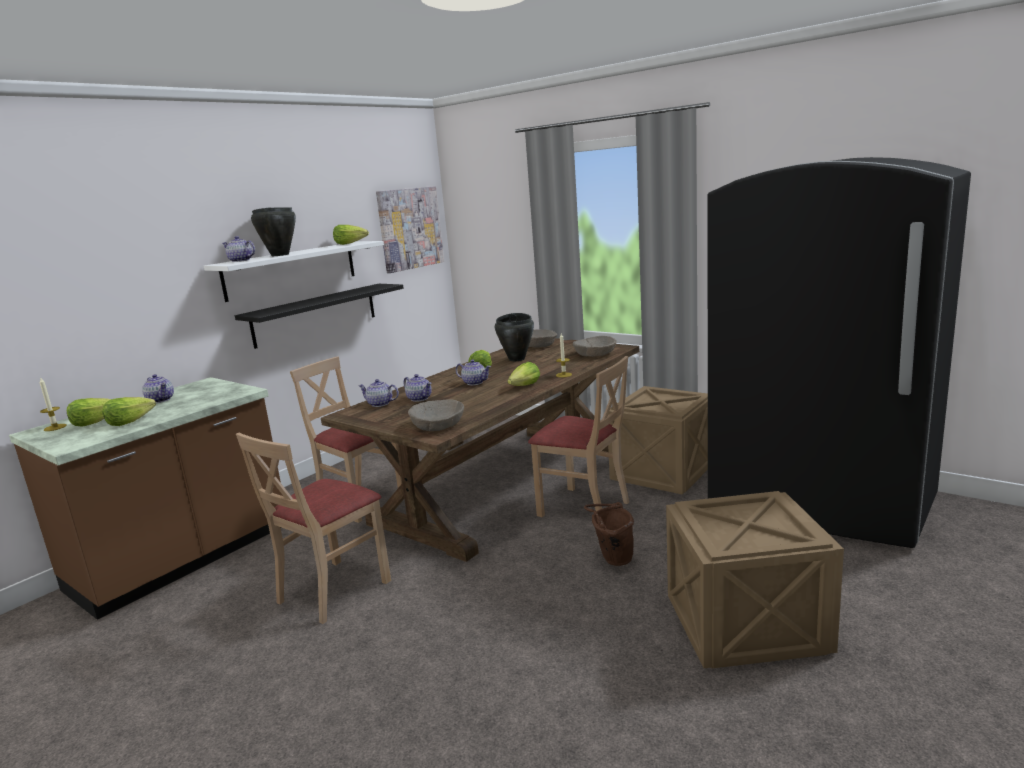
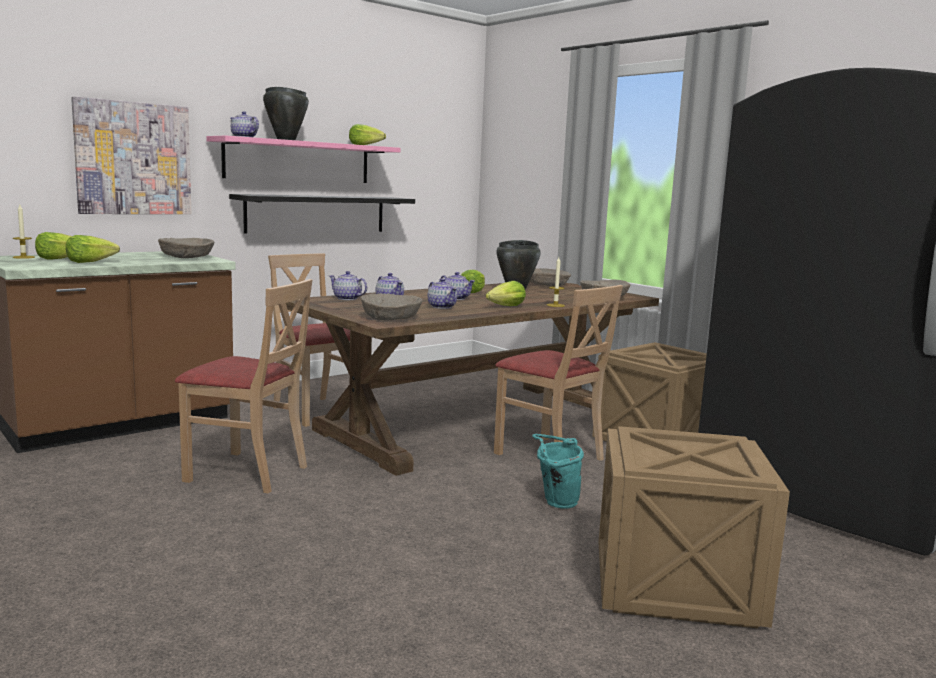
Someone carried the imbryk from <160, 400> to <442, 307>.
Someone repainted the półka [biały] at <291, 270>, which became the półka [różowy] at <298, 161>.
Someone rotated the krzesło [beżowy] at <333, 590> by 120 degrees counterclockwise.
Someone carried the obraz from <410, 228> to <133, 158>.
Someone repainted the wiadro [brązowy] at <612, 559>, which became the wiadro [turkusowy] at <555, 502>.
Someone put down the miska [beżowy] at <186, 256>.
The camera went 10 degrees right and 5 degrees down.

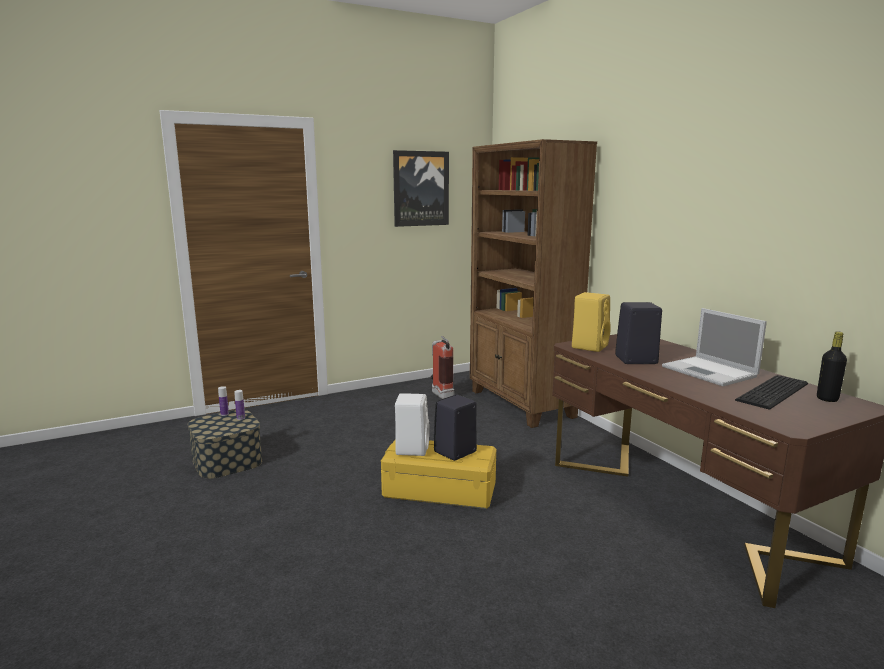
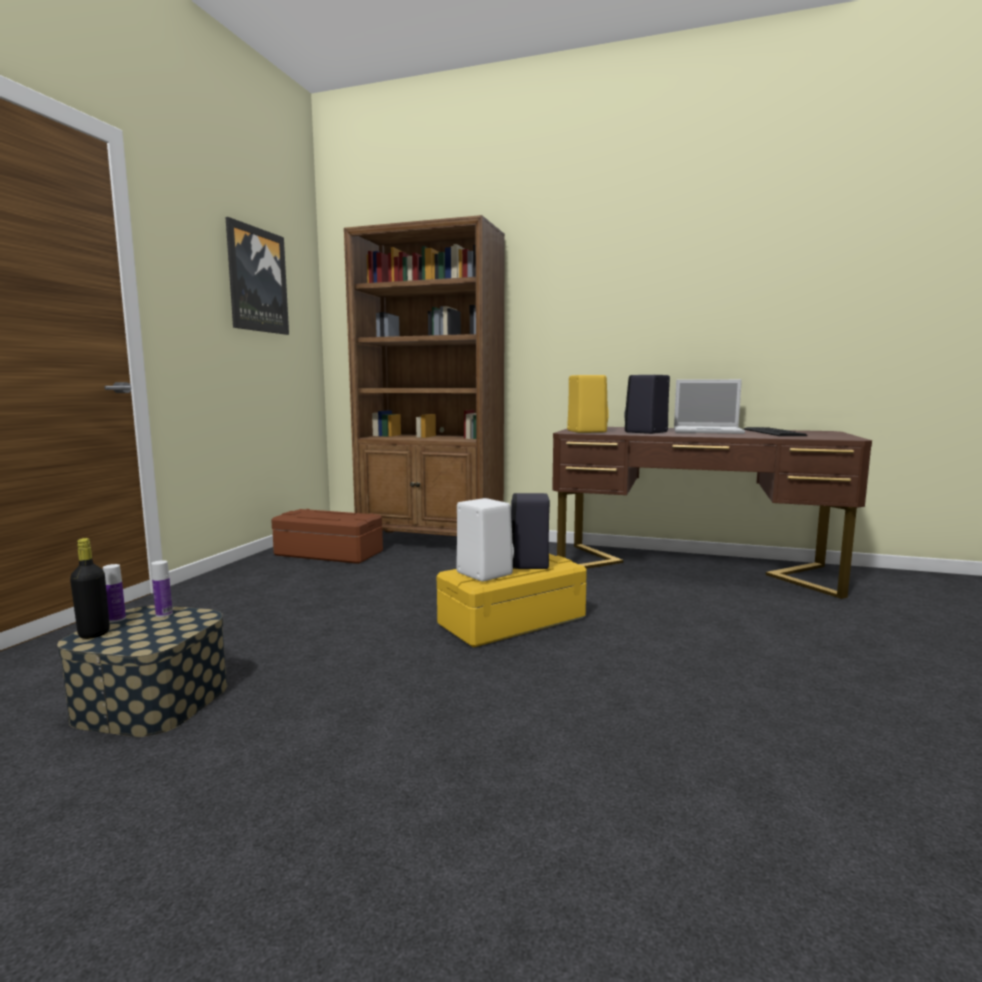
Someone swapped the gaśnica at <440, 394> for the pojemnik do przechowywania [brązowy] at <327, 553>.
Someone carried the butelka [czarny] from <827, 399> to <94, 633>.
The camera went 45 degrees left and 5 degrees down.

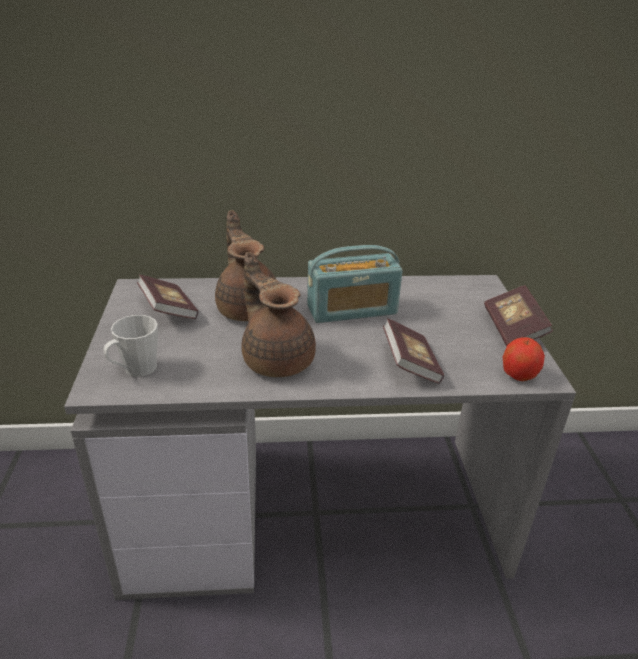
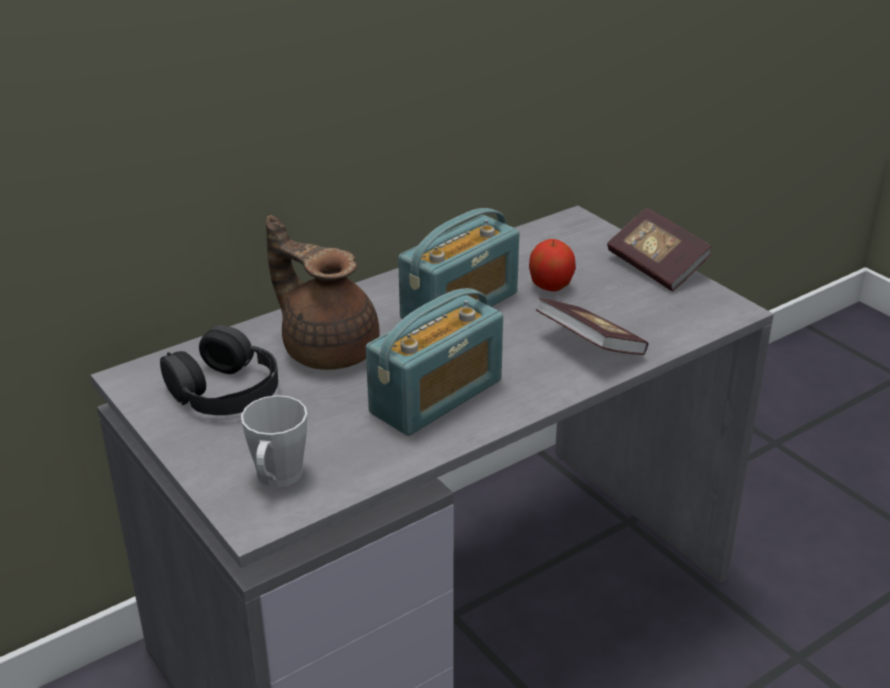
Someone swapped the książka at <168, 310> for the słuchawki [czarny] at <224, 389>.
Someone swapped the imbryk [brązowy] at <277, 359> for the radio at <436, 397>.
Someone carried the jabłko from <519, 375> to <551, 286>.
The camera went 30 degrees left and 0 degrees up.

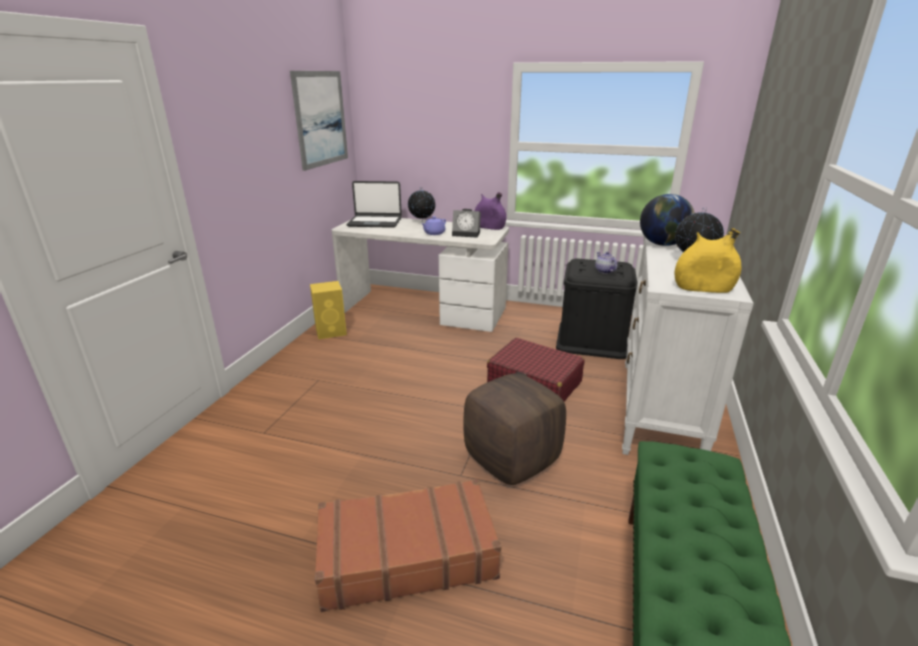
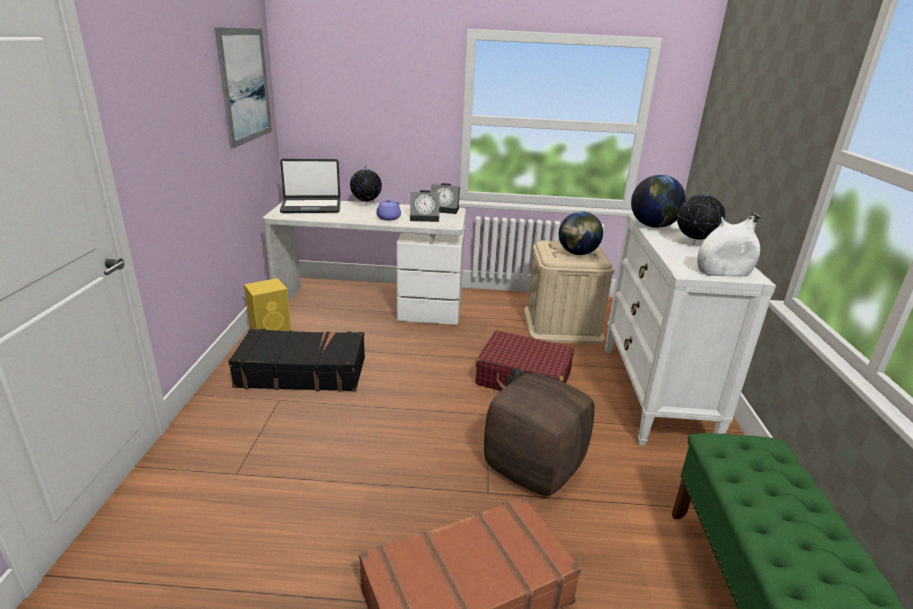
Someone swapped the wazon [fioletowy] at <489, 227> for the budzik at <445, 210>.
Someone repainted the pojemnik do przechowywania [czarny] at <592, 339>, which became the pojemnik do przechowywania [beżowy] at <562, 325>.
Someone swapped the imbryk at <604, 271> for the globus at <577, 253>.
Someone repainted the wazon [żółty] at <703, 288>, which became the wazon [biały] at <723, 273>.
Someone put down the walizka [czarny] at <302, 372>.
The camera went 15 degrees left and 0 degrees up.

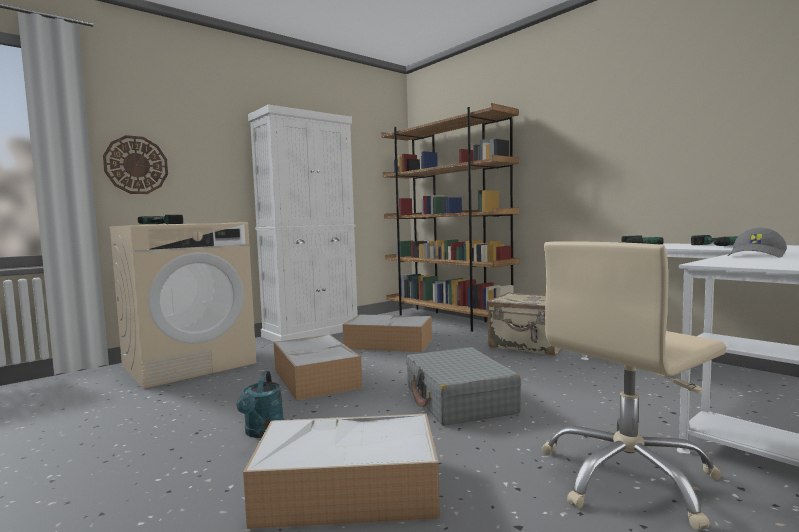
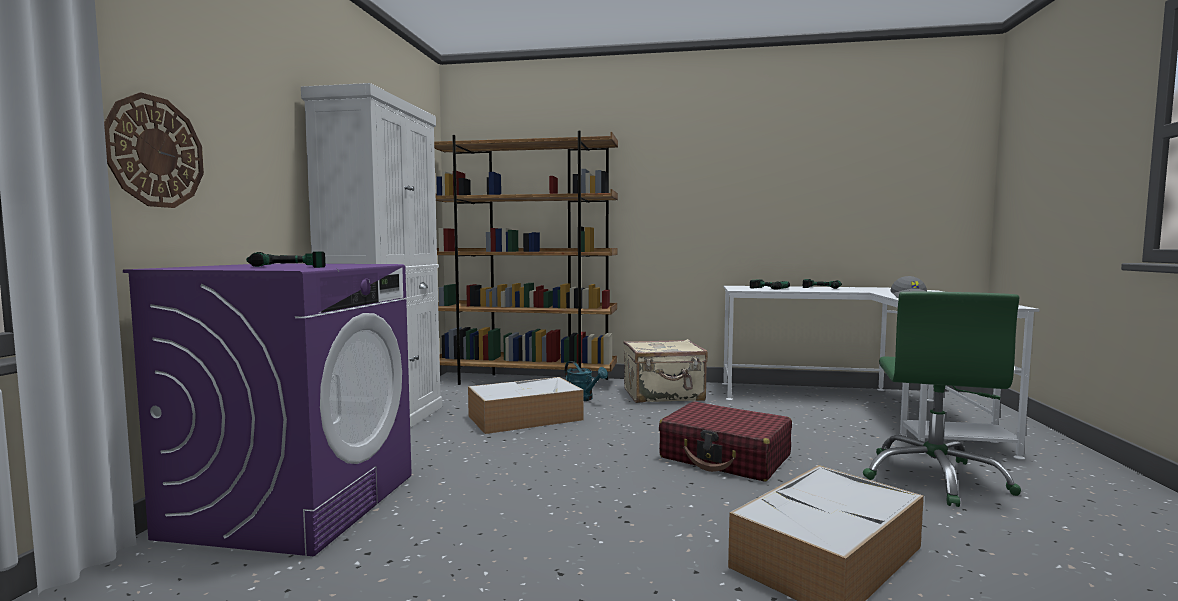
Someone repainted the pralka [beżowy] at <189, 364>, which became the pralka [fioletowy] at <296, 503>.
Someone carried the konewka [turkusowy] from <263, 432> to <583, 399>.
Someone took away the pojemnik do przechowywania at <316, 378>.
Someone repainted the walizka [szary] at <459, 400>, which became the walizka [czerwony] at <725, 457>.
Someone repainted the krzesło biurowe [beżowy] at <628, 477>, which became the krzesło biurowe [zielony] at <934, 478>.
The camera went 40 degrees left and 0 degrees up.

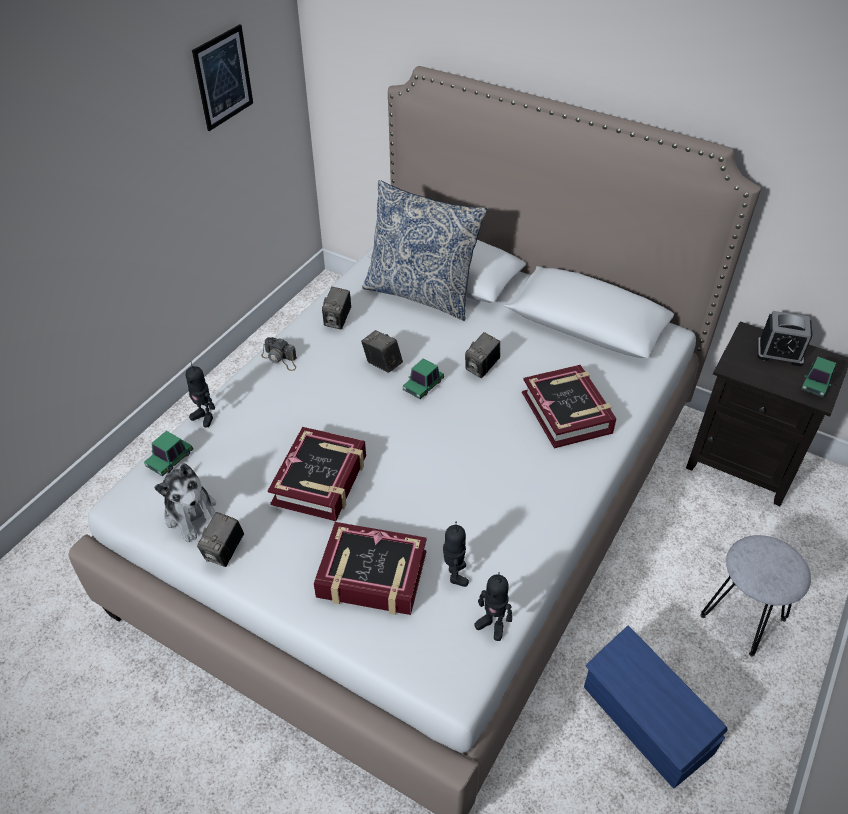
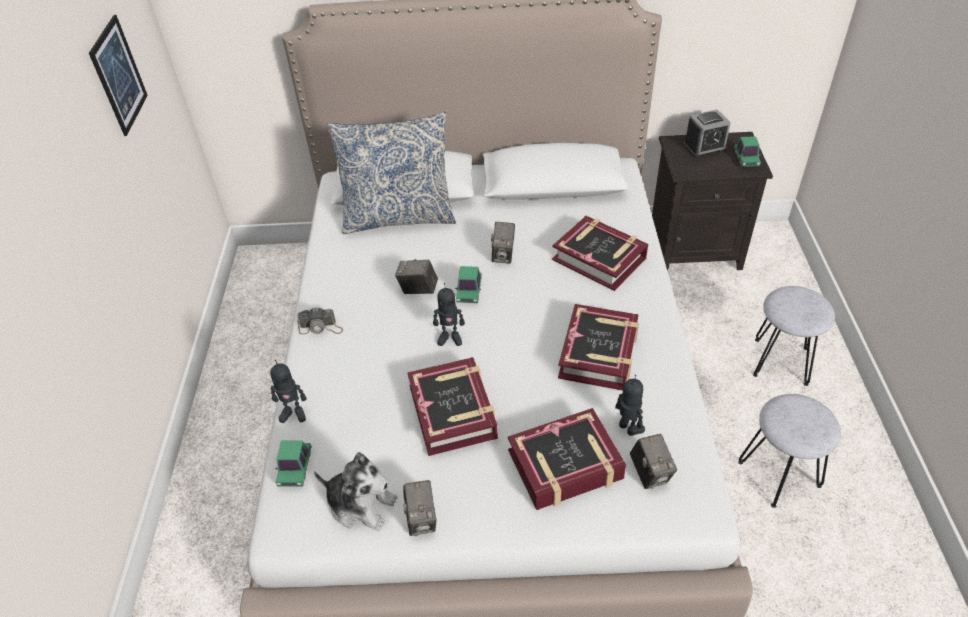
Someone carried the aparat fotograficzny from <338, 320> to <650, 473>.
Someone carried the robot zabawkowy from <492, 625> to <450, 338>.
Someone swapped the pojemnik do przechowywania [niebieski] at <646, 722> for the stołek [szary] at <779, 473>.
Someone put down the książka at <599, 353>.
The camera went 30 degrees left and 0 degrees up.

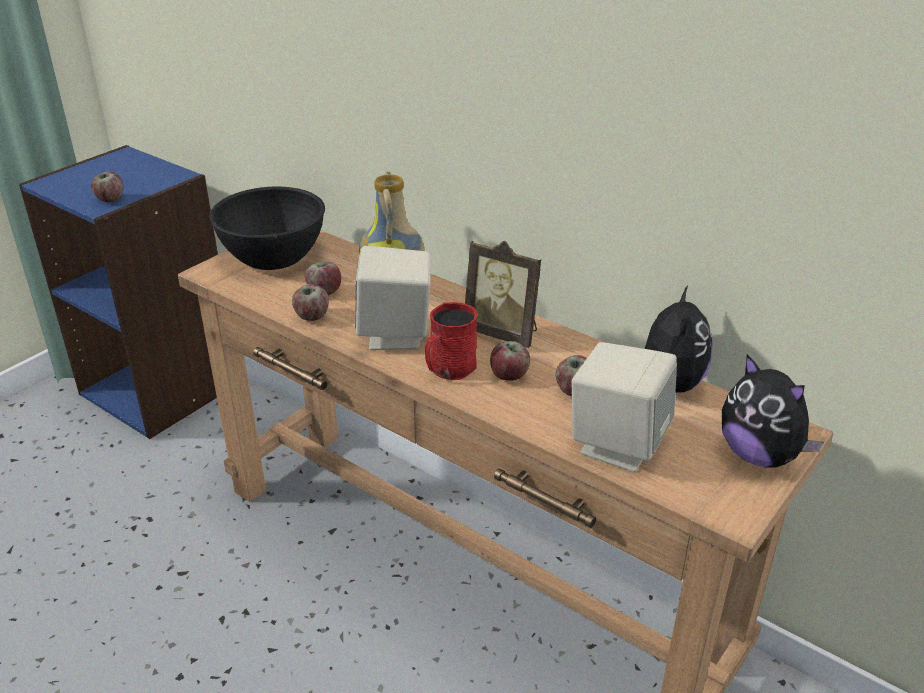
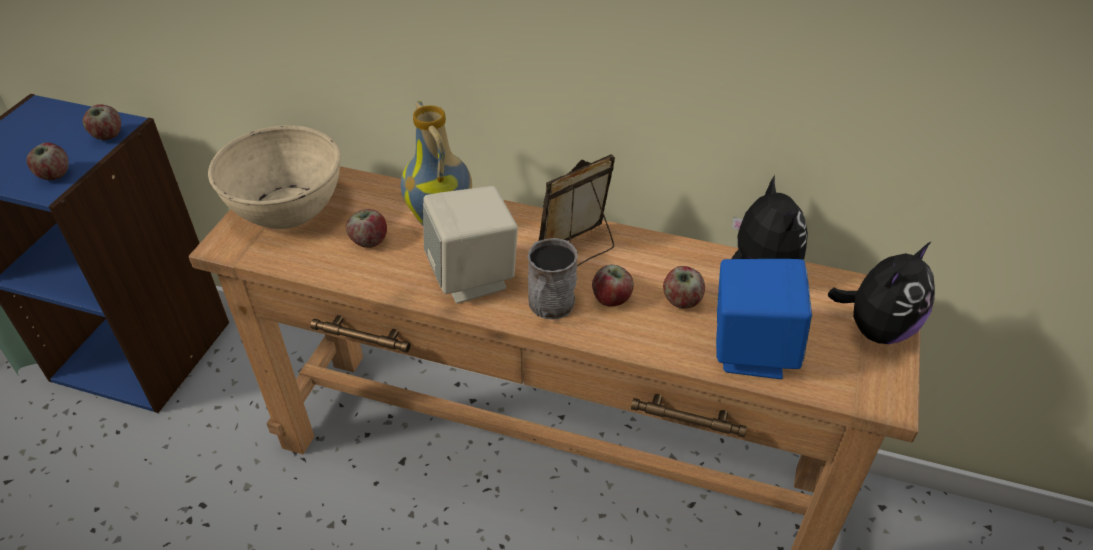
Someone repainted the miska [czarny] at <273, 255>, which became the miska [beżowy] at <287, 207>.
Someone carried the jabłko from <312, 316> to <108, 135>.
Someone repainted the kubek [czerwony] at <448, 369>, which became the kubek [szary] at <549, 307>.
Someone rotated the ramka na zdjęcie at <503, 333> by 135 degrees clockwise.
Someone repainted the głośnik [beżowy] at <617, 443>, which became the głośnik [niebieski] at <750, 350>.
Someone rotated the pluszak at <760, 455> by 75 degrees counterclockwise.
The camera went 20 degrees left and 10 degrees up.

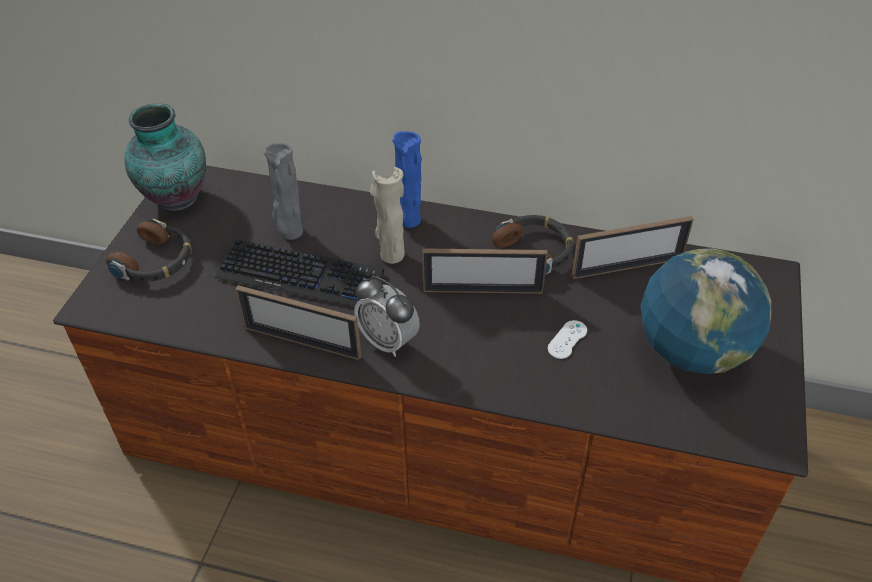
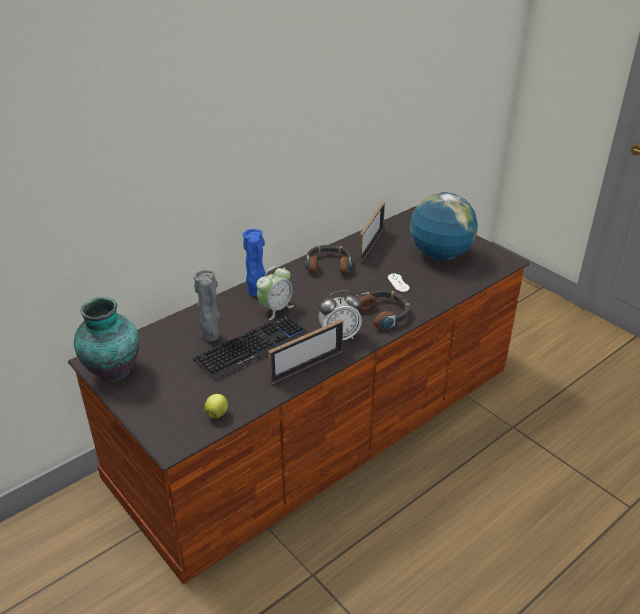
Someone carried the słuchawki from <156, 261> to <384, 313>.
Someone swapped the wazon [beżowy] at <391, 255> for the budzik at <275, 309>.
Someone took away the ramka na zdjęcie at <482, 291>.
Someone put down the jabłko at <217, 414>.
The camera went 55 degrees left and 10 degrees down.

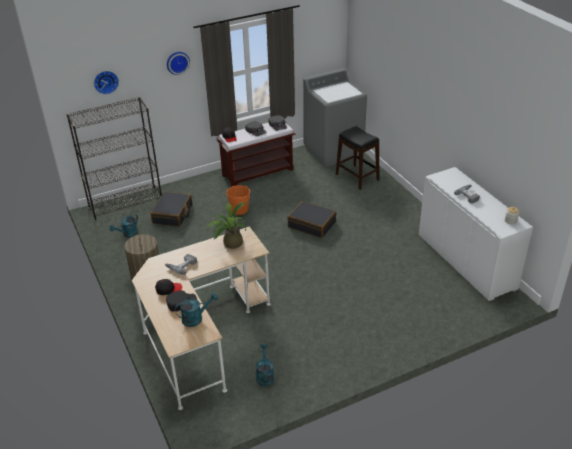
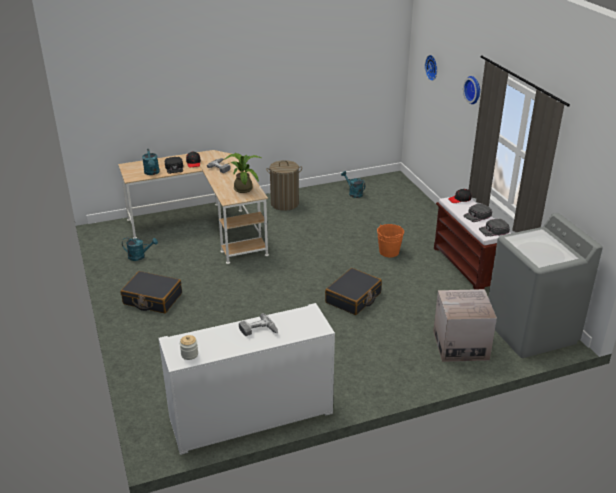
Someone took away the regał [czarny] at <126, 203>.
Someone carried the walizka [czarny] from <173, 214> to <152, 299>.
Someone swapped the stołek [czarny] at <357, 177> for the karton at <460, 345>.
The camera went 95 degrees right and 5 degrees down.

